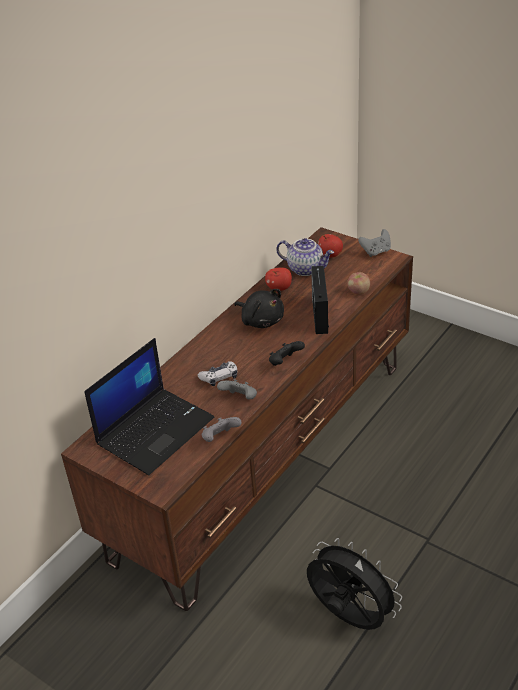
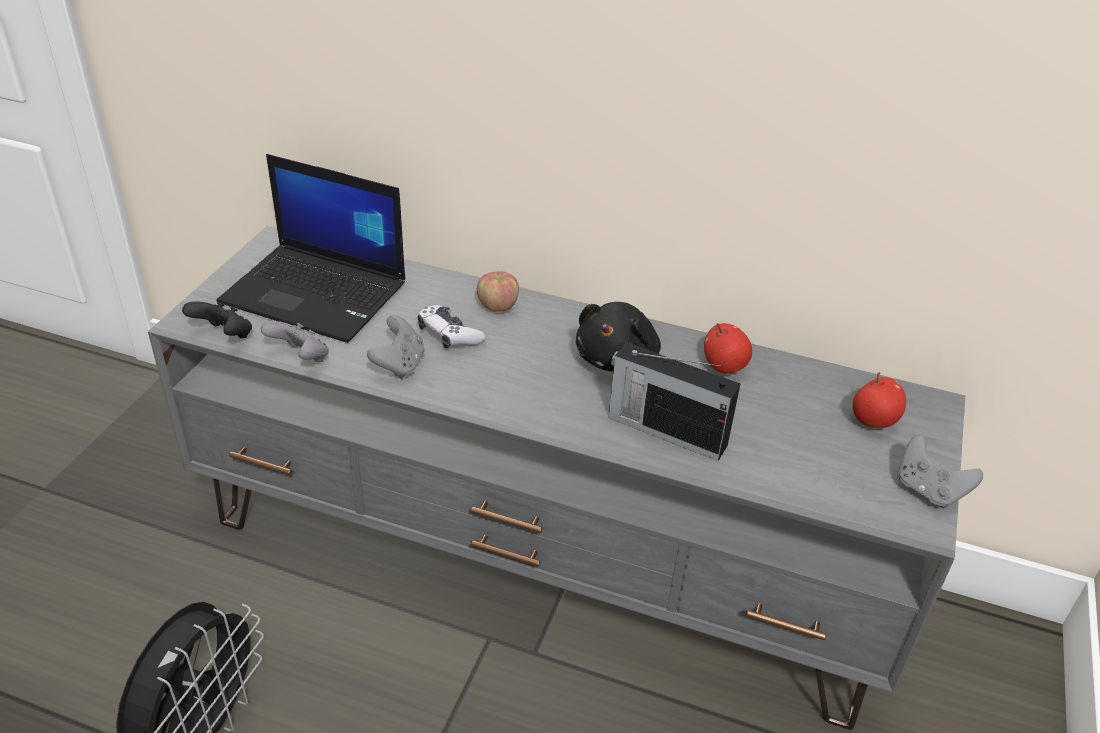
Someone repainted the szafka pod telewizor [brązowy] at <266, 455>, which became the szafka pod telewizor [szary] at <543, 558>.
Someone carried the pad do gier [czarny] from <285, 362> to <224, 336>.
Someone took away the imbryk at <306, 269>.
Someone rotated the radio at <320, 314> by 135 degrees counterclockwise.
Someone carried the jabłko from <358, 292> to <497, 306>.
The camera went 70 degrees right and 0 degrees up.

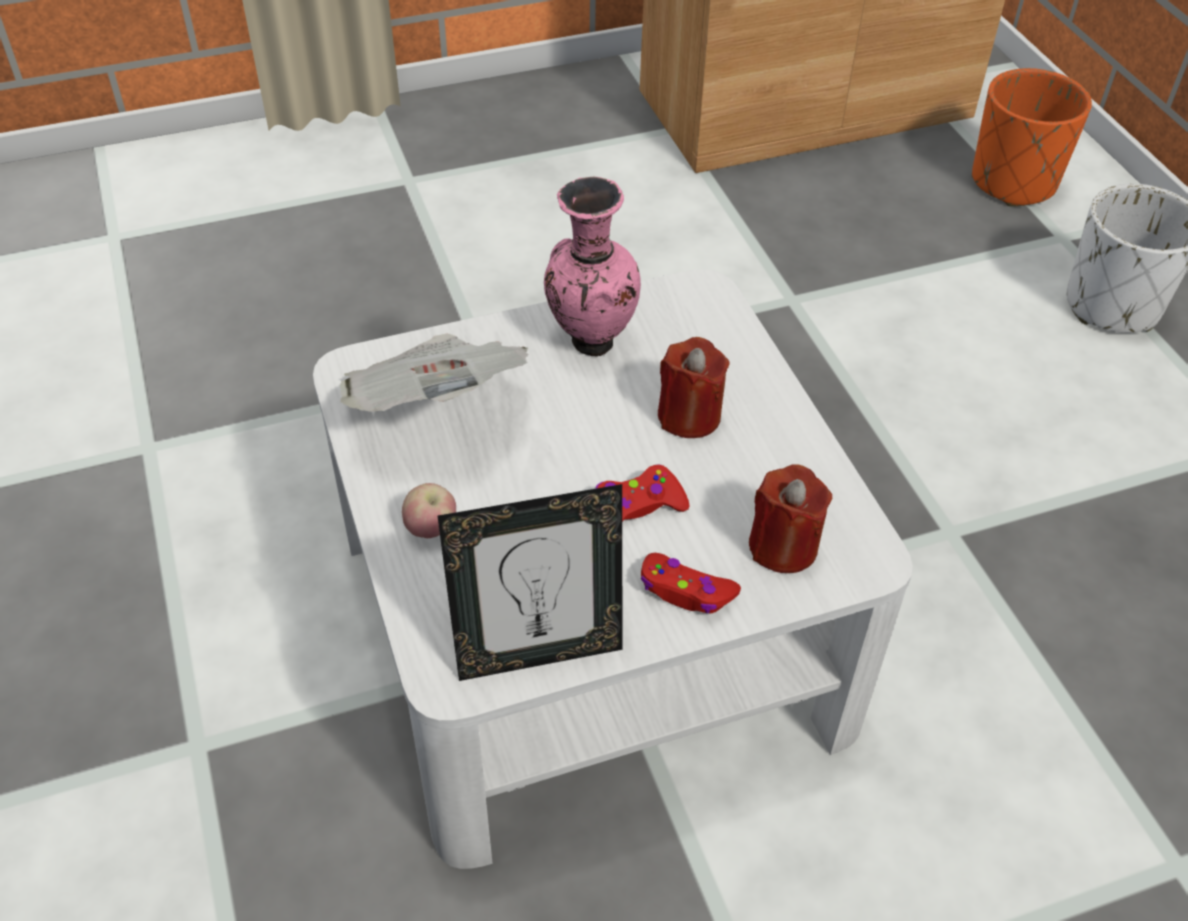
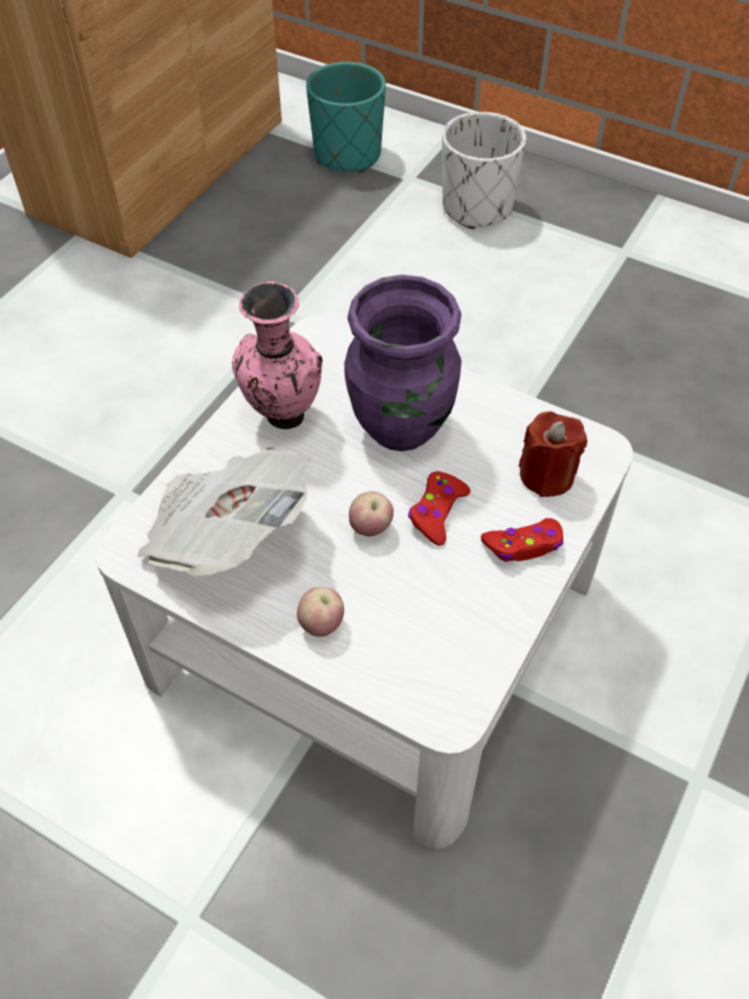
Someone took away the ramka na zdjęcie at <538, 653>.
Someone swapped the świeca [czerwony] at <689, 416> for the wazon [fioletowy] at <402, 427>.
Someone repainted the donica [pomarańczowy] at <1013, 182>, which became the donica [turkusowy] at <347, 155>.
Someone put down the jabłko at <370, 528>.
The camera went 40 degrees left and 5 degrees up.

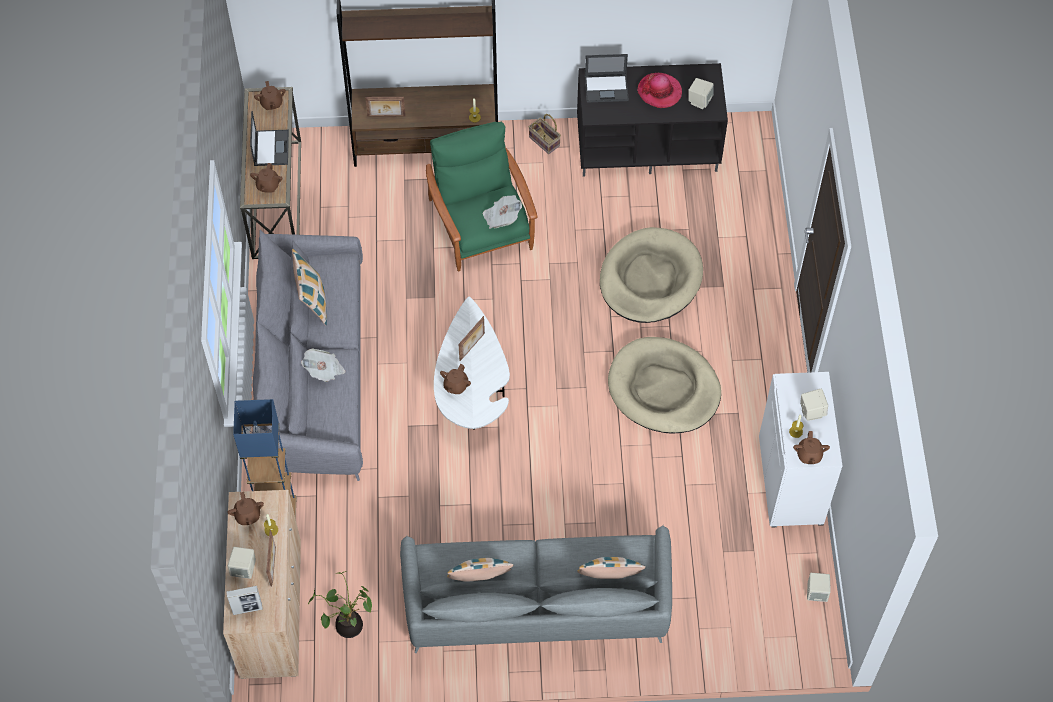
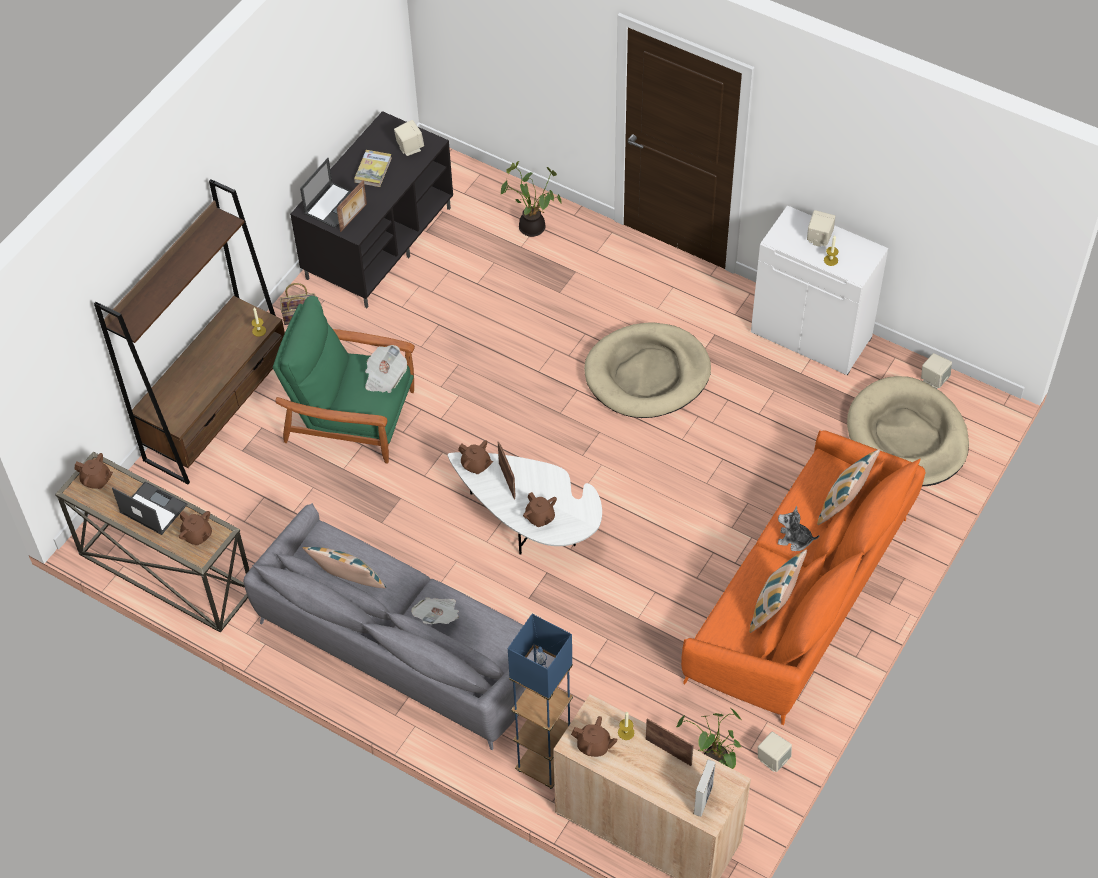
Someone carried the głośnik [beżowy] from <244, 569> to <773, 759>.
Someone carried the ramka na zdjęcie from <386, 116> to <354, 218>.
Someone repainted the kanapa [szary] at <537, 605>, which became the kanapa [pomarańczowy] at <802, 596>.
Someone carried the legowisko [beżowy] from <650, 279> to <907, 436>.
Someone swapped the kapelusz at <659, 91> for the książka at <373, 170>.
Someone carried the imbryk [brązowy] from <809, 455> to <476, 465>.
Someone put down the roślina doniczkowa at <533, 226>.
Someone put down the pluszak at <794, 540>.
The camera went 55 degrees left and 5 degrees down.

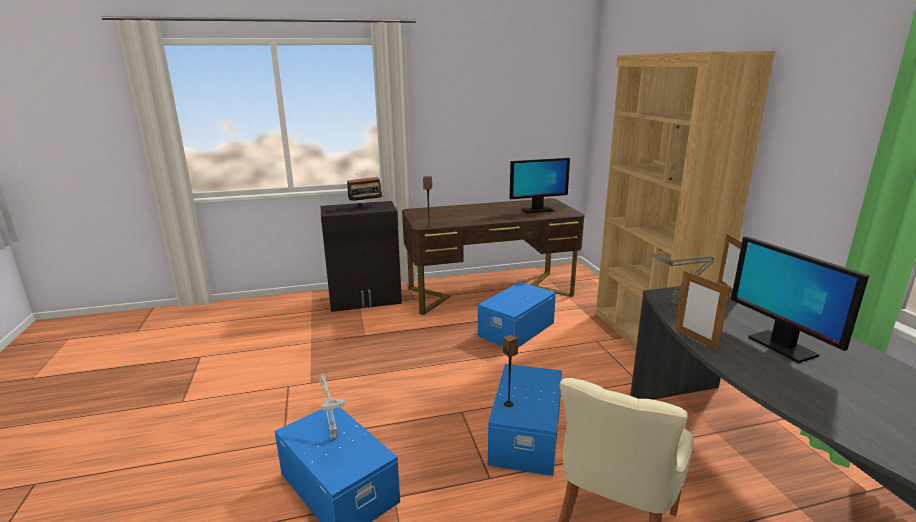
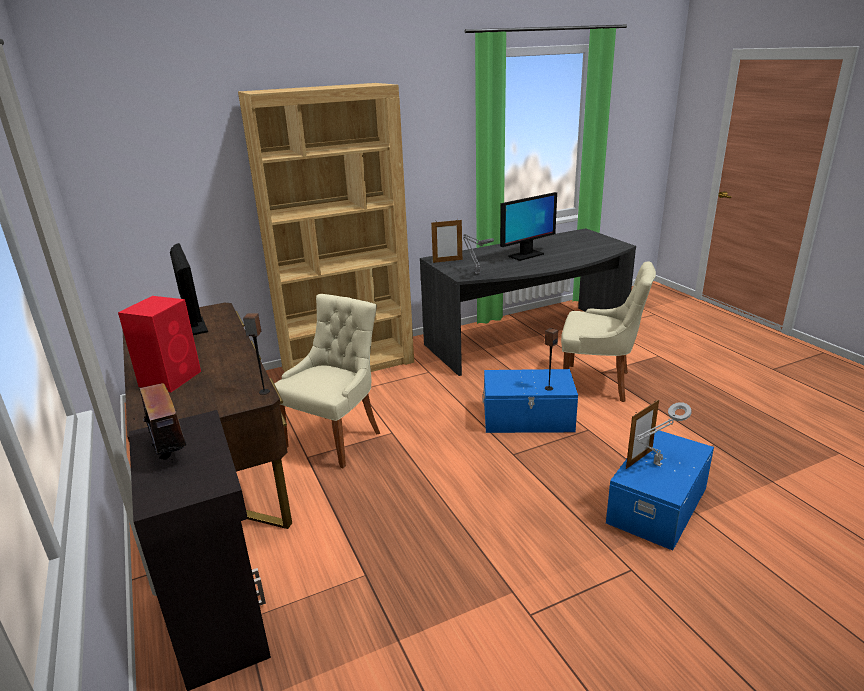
Someone swapped the pojemnik do przechowywania [niebieski] at <515, 329> for the krzesło [beżowy] at <336, 438>.
Someone carried the ramka na zdjęcie from <695, 339> to <639, 459>.
Someone put down the głośnik [czerwony] at <171, 378>.
The camera went 100 degrees left and 5 degrees up.

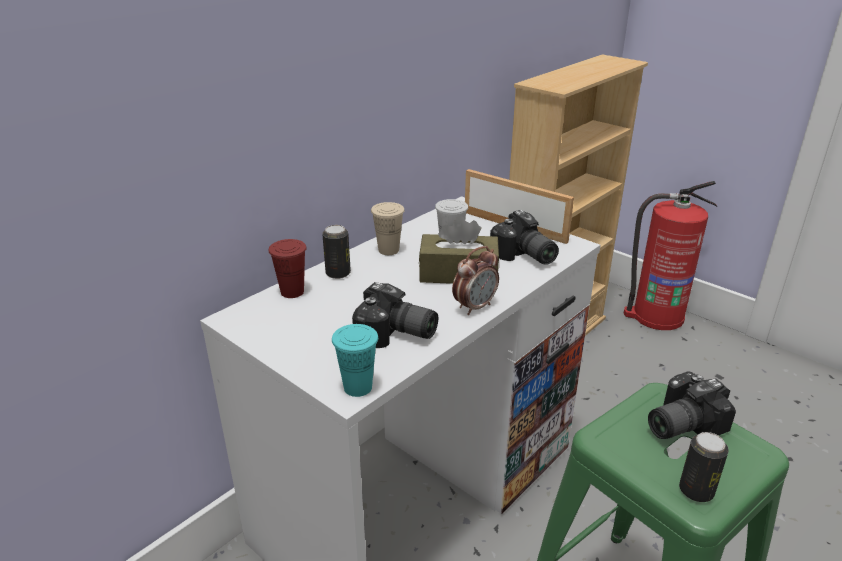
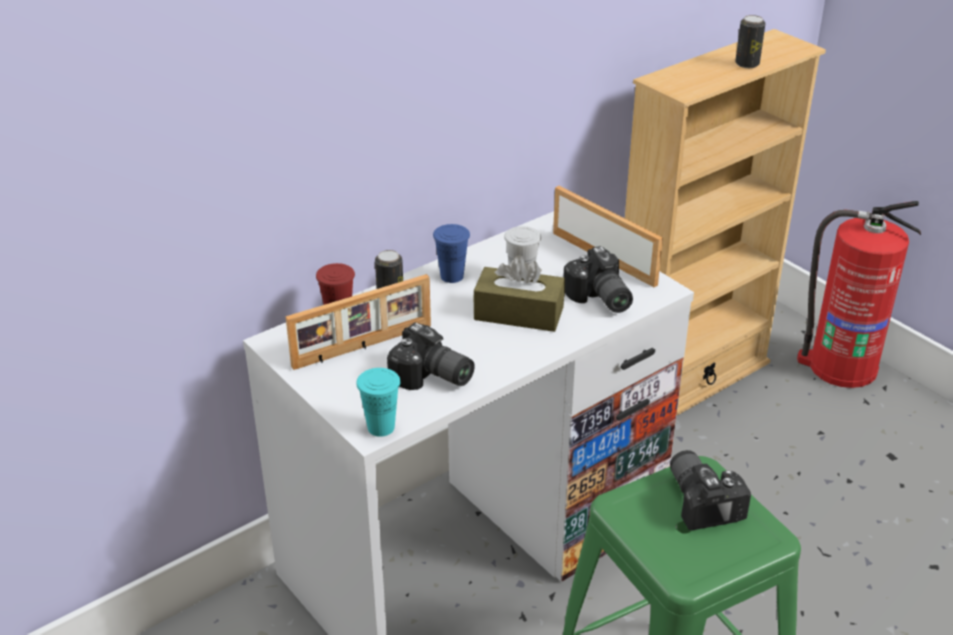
Someone repainted the filiżanka [beżowy] at <388, 250>, which became the filiżanka [niebieski] at <452, 276>.
Someone took away the budzik at <475, 307>.
Someone rotated the aparat fotograficzny at <678, 423> by 90 degrees clockwise.
Someone carried the puszka from <696, 491> to <747, 64>.
Someone put down the ramka na zdjęcie at <363, 347>.
The camera went 10 degrees right and 5 degrees up.

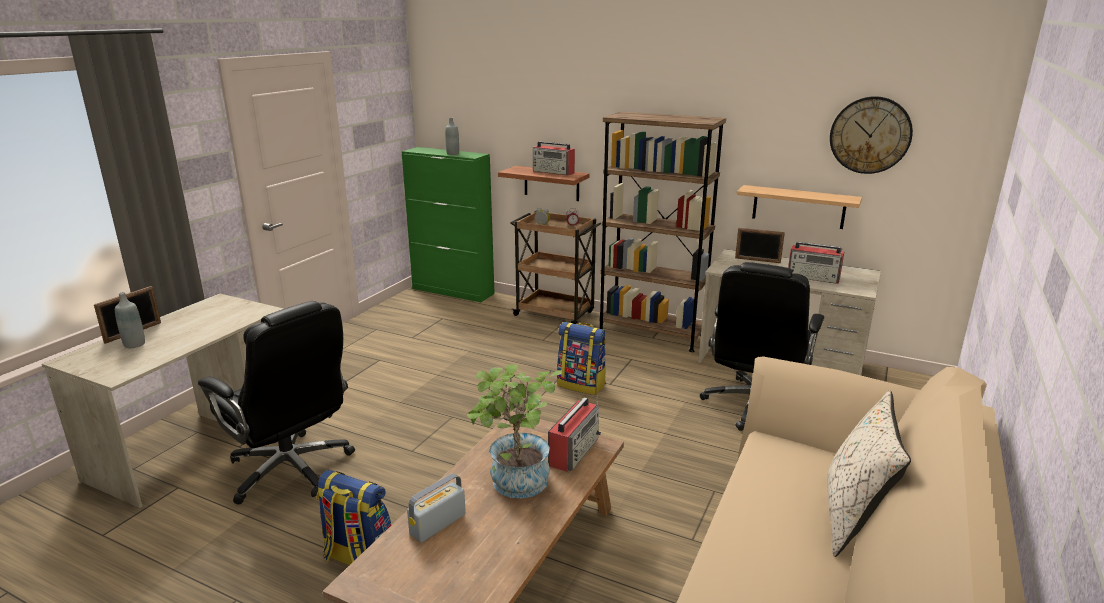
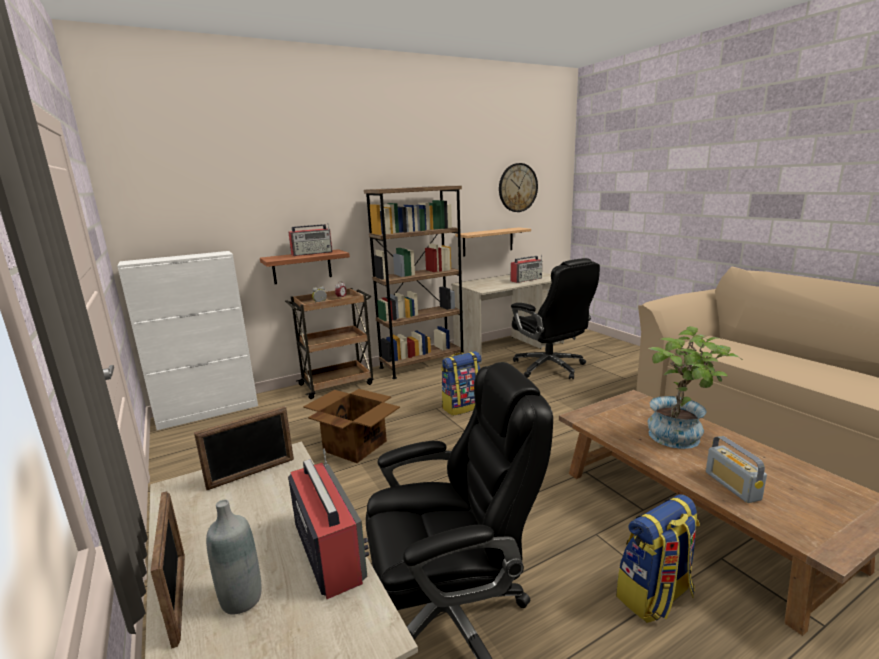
Someone repainted the szafka [zielony] at <453, 291>, which became the szafka [biały] at <209, 412>.
Someone took away the butelka [szary] at <452, 154>.
Someone carried the radio from <574, 451> to <328, 550>.
Someone carried the ramka na zdjęcie from <757, 260> to <252, 473>.
Someone took away the poduszka [beżowy] at <854, 517>.
Someone put down the karton at <354, 445>.
The camera went 55 degrees left and 5 degrees down.

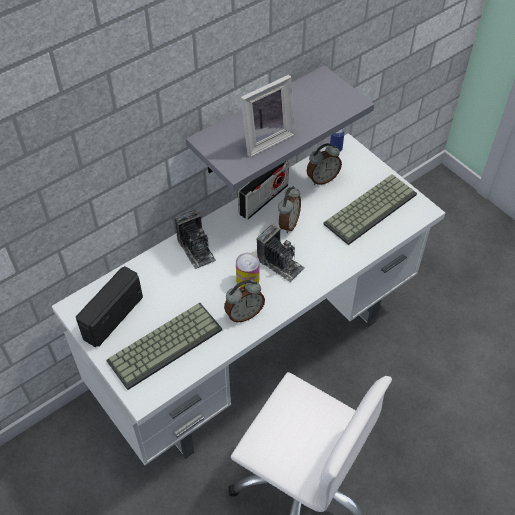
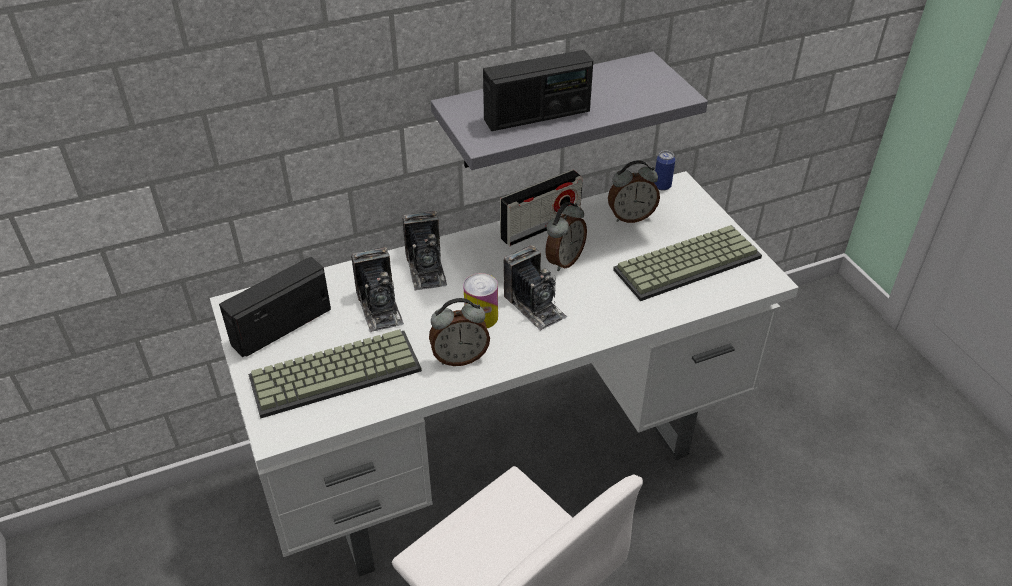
Someone swapped the ramka na zdjęcie at <265, 139> for the radio at <537, 116>.
Someone put down the aparat fotograficzny at <380, 307>.
The camera went 15 degrees right and 10 degrees down.

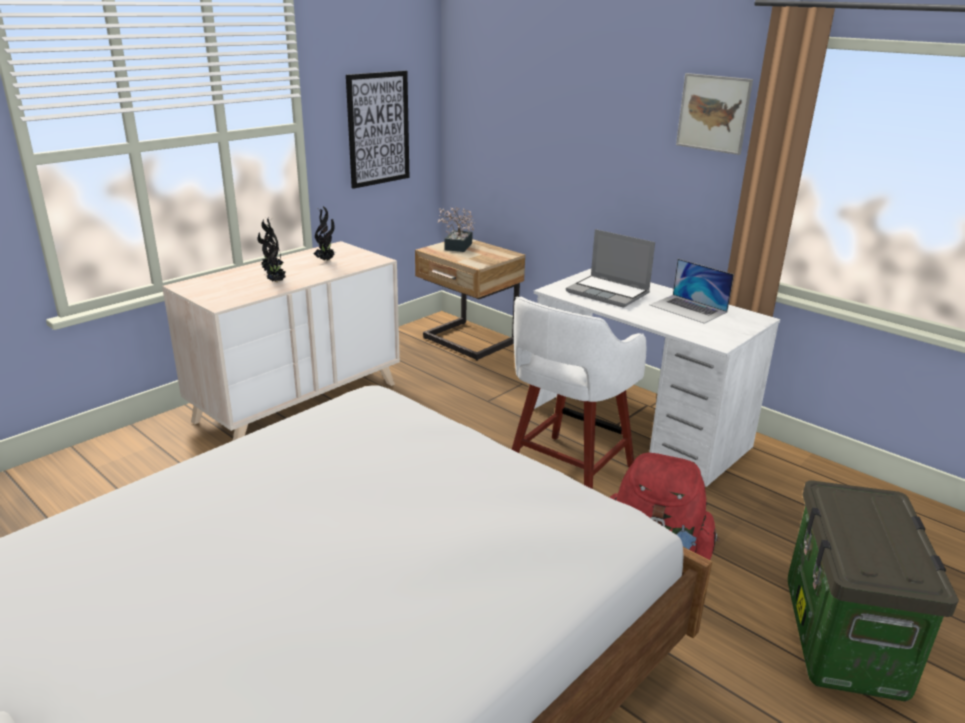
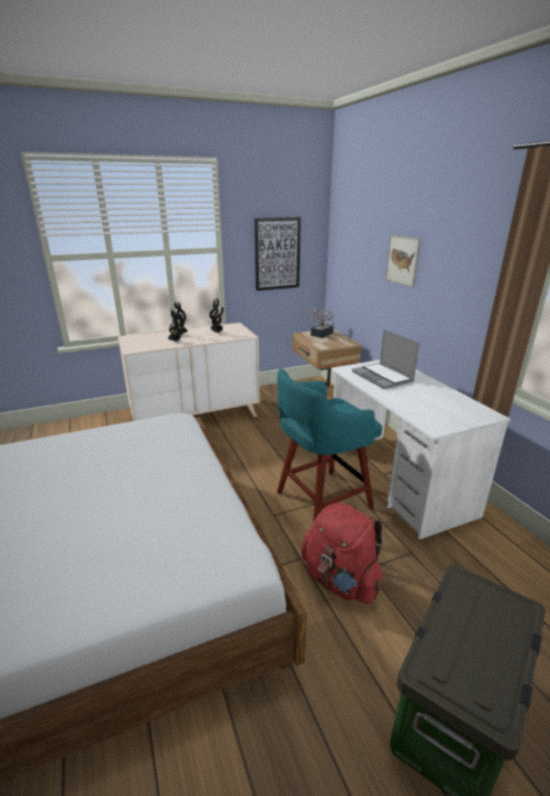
Someone repainted the stołek [biały] at <567, 473>, which became the stołek [turkusowy] at <321, 501>.
Someone took away the laptop at <688, 308>.
Someone carried the obraz from <713, 113> to <402, 260>.
The camera went 25 degrees right and 0 degrees up.

